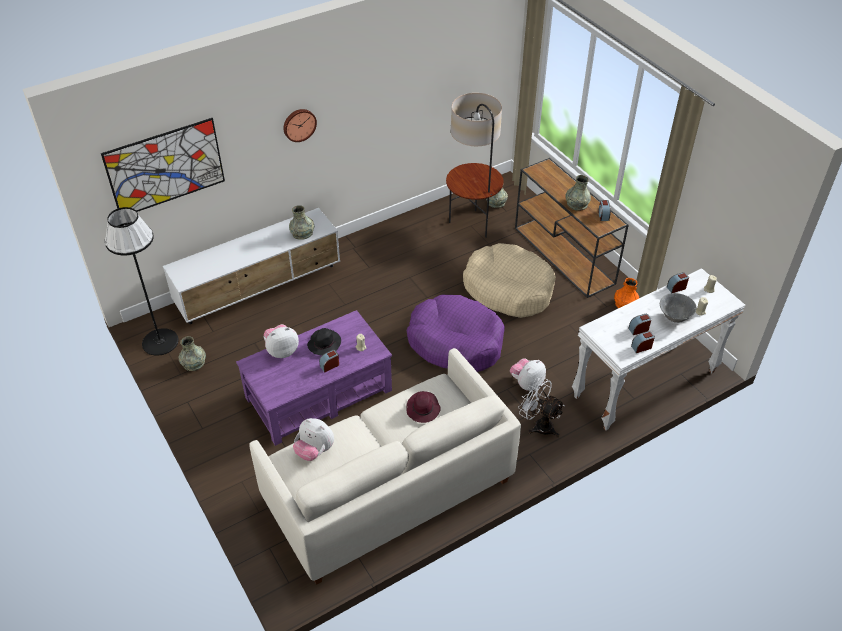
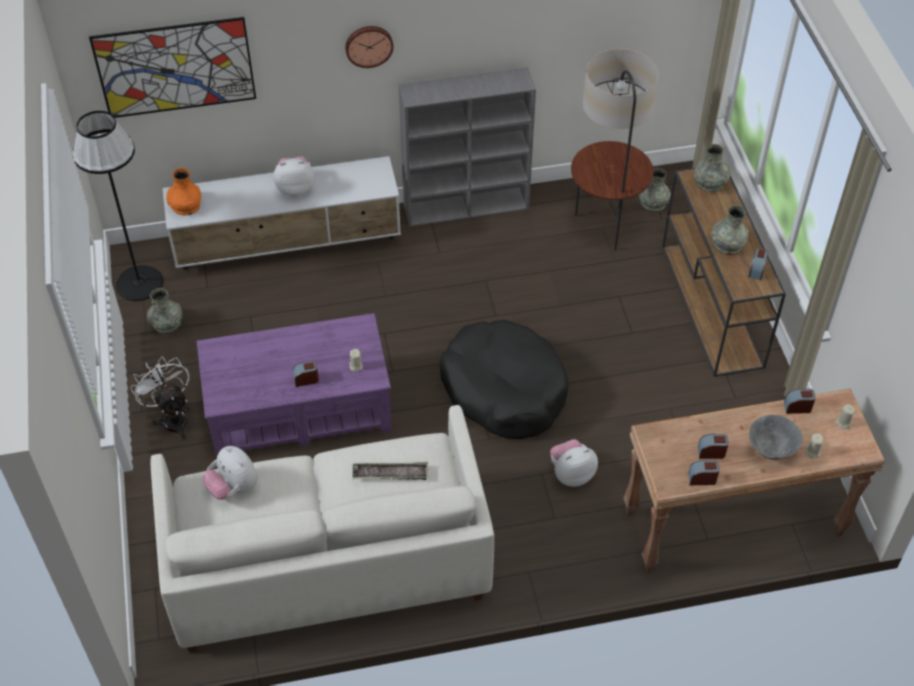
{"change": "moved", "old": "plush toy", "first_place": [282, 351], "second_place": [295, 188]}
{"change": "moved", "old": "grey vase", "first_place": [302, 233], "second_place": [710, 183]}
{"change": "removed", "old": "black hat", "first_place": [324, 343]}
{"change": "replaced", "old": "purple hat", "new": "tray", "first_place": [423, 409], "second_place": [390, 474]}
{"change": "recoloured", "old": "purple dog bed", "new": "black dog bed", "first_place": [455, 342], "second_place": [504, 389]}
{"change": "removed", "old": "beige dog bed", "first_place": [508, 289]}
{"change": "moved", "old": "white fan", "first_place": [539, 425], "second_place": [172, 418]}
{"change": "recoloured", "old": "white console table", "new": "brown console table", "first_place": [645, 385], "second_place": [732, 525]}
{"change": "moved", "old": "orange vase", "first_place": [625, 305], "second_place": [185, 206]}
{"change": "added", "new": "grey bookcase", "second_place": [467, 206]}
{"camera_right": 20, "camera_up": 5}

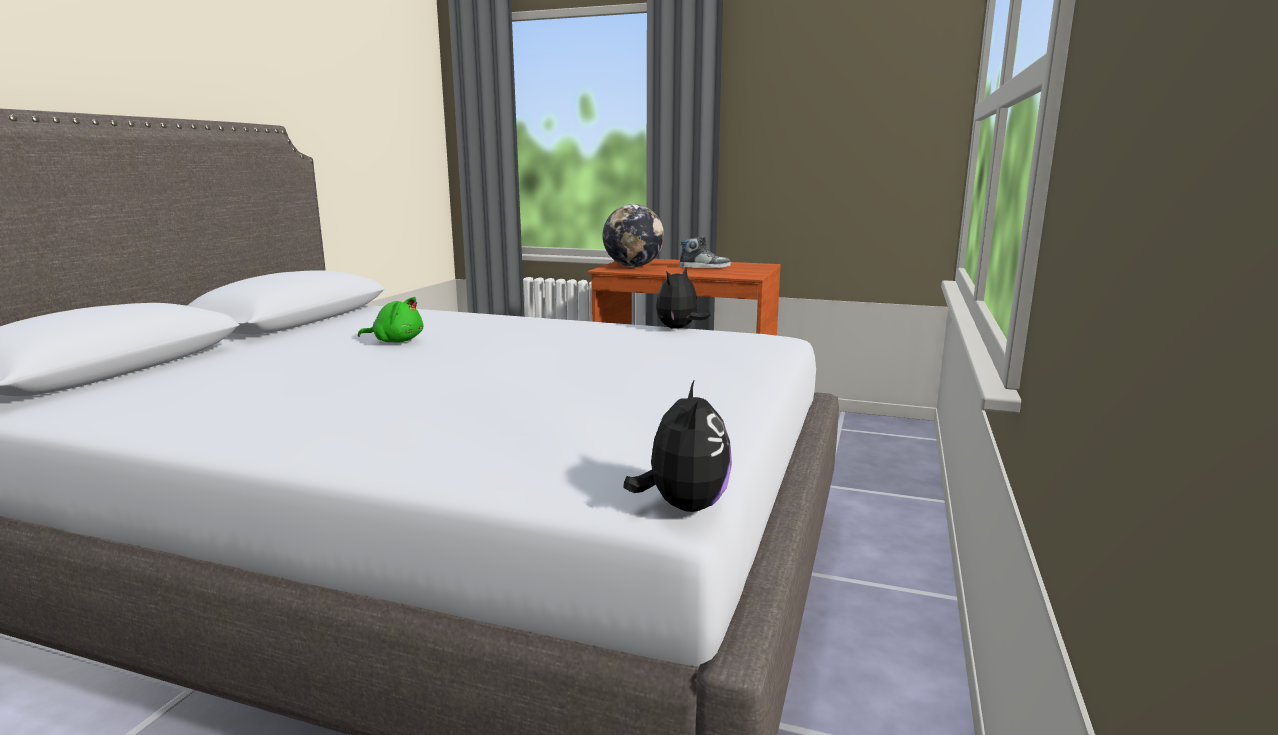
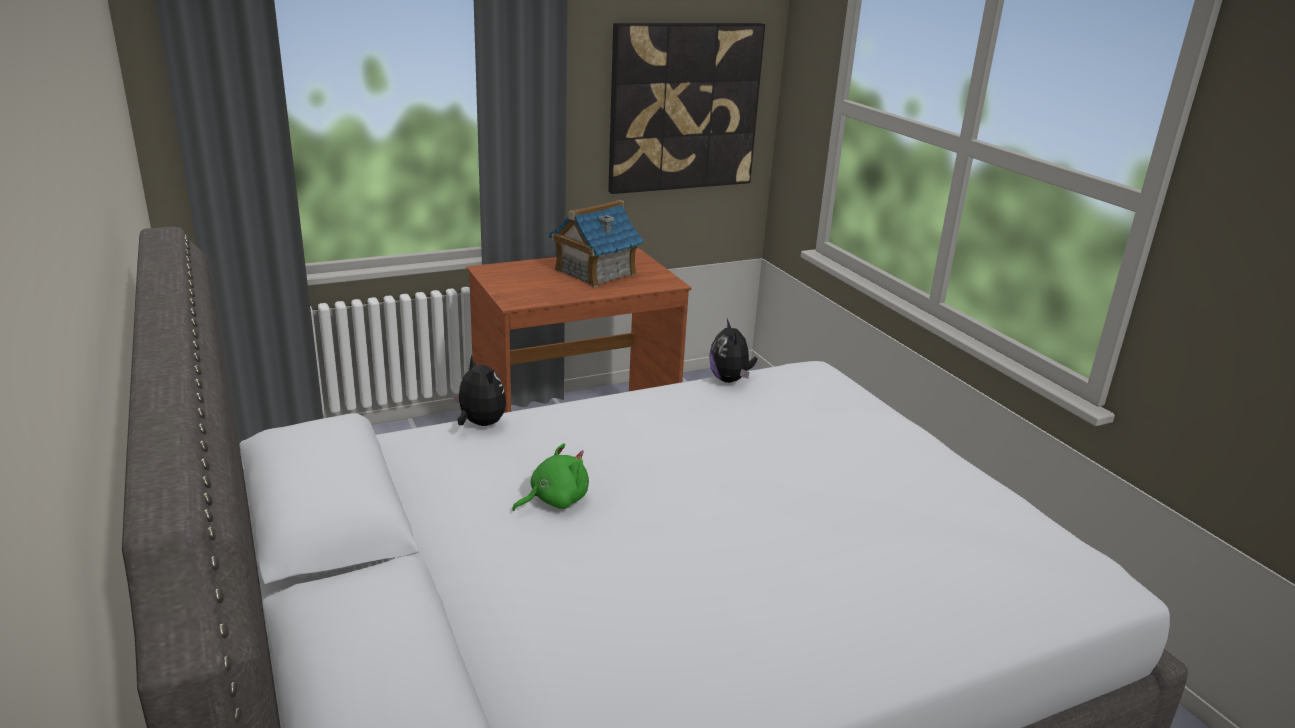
{"change": "removed", "old": "globe", "first_place": [633, 266]}
{"change": "moved", "old": "plush toy", "first_place": [683, 506], "second_place": [479, 424]}
{"change": "replaced", "old": "shoe", "new": "toy house", "first_place": [704, 267], "second_place": [594, 272]}
{"change": "added", "new": "picture", "second_place": [684, 107]}
{"camera_right": -45, "camera_up": 10}

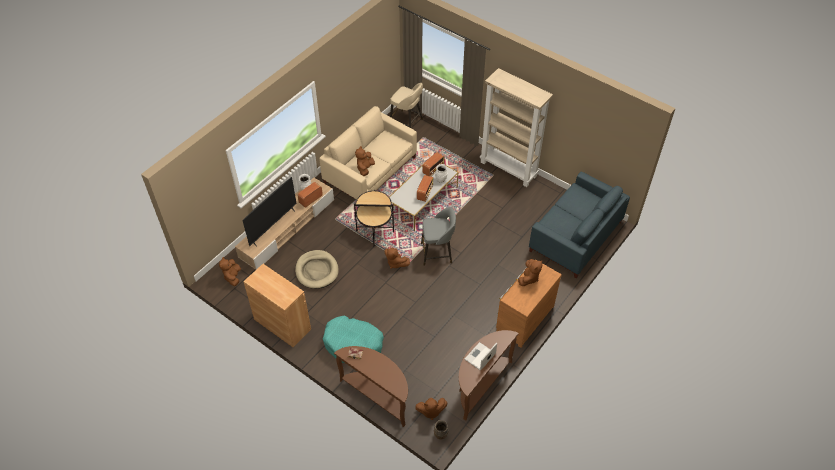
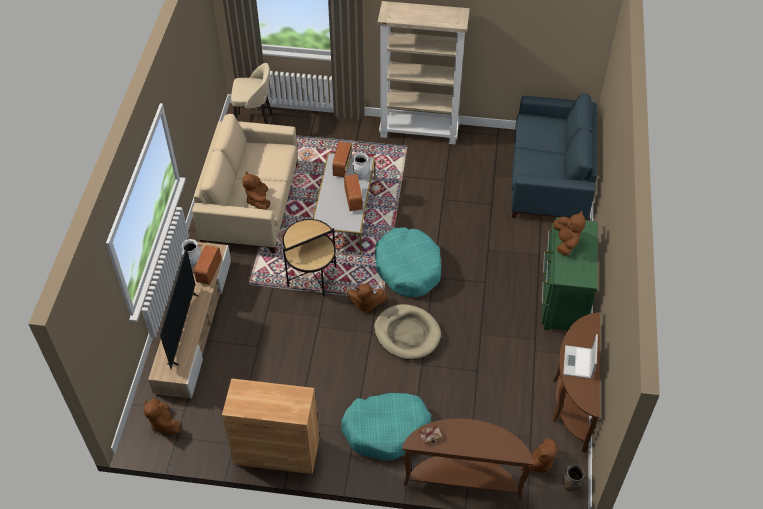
{"change": "moved", "old": "beige dog bed", "first_place": [317, 271], "second_place": [407, 334]}
{"change": "replaced", "old": "grey stool", "new": "turquoise dog bed", "first_place": [437, 253], "second_place": [408, 268]}
{"change": "recoloured", "old": "brown dresser", "new": "green dresser", "first_place": [523, 318], "second_place": [562, 298]}
{"camera_right": -30, "camera_up": 0}

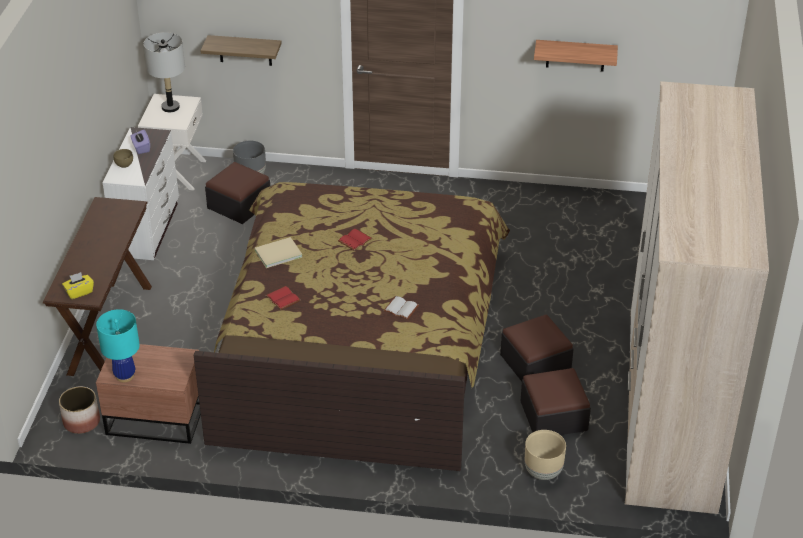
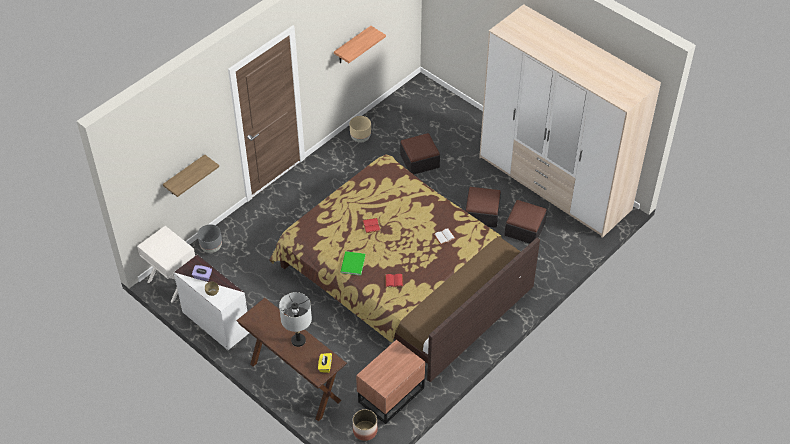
{"change": "removed", "old": "turquoise table lamp", "first_place": [125, 376]}
{"change": "moved", "old": "grey table lamp", "first_place": [170, 107], "second_place": [298, 340]}
{"change": "moved", "old": "ottoman", "first_place": [239, 205], "second_place": [419, 161]}
{"change": "recoloured", "old": "beige book", "new": "green book", "first_place": [276, 253], "second_place": [352, 264]}
{"change": "moved", "old": "beige planter", "first_place": [542, 472], "second_place": [360, 138]}
{"camera_right": -55, "camera_up": 10}

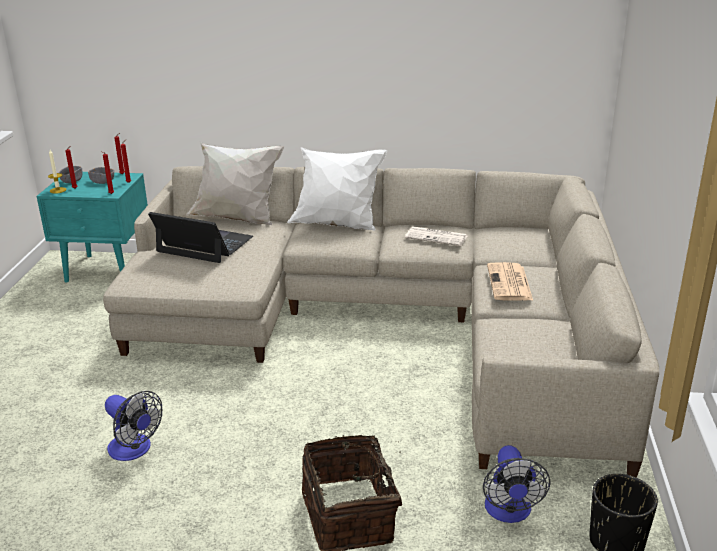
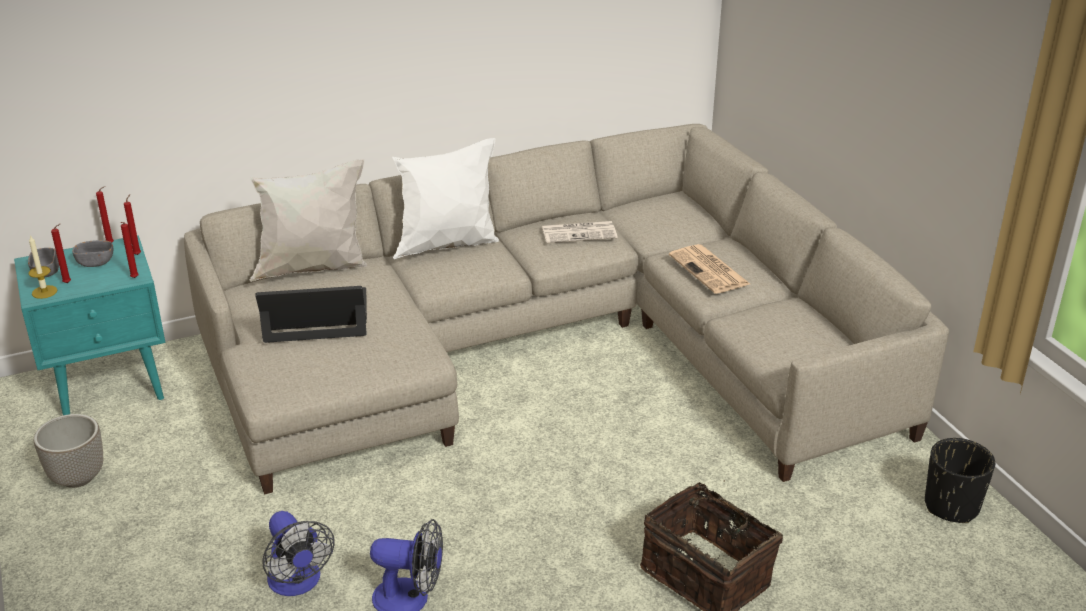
{"change": "moved", "old": "fan", "first_place": [509, 512], "second_place": [297, 583]}
{"change": "added", "new": "planter", "second_place": [77, 477]}
{"camera_right": -30, "camera_up": 5}

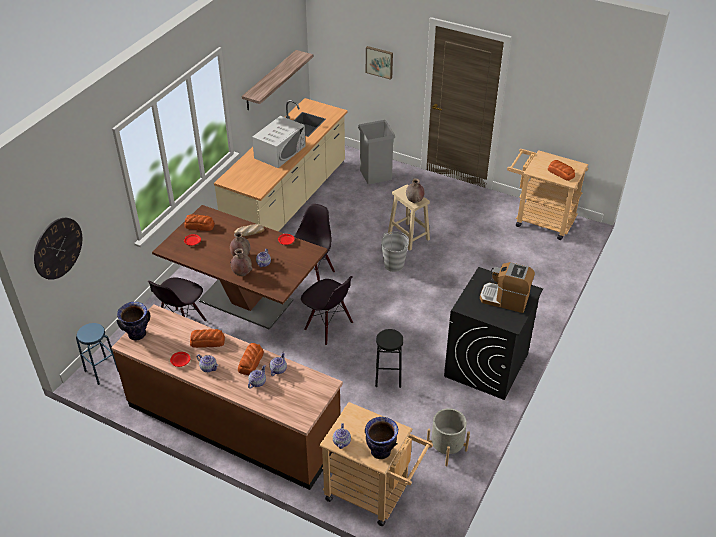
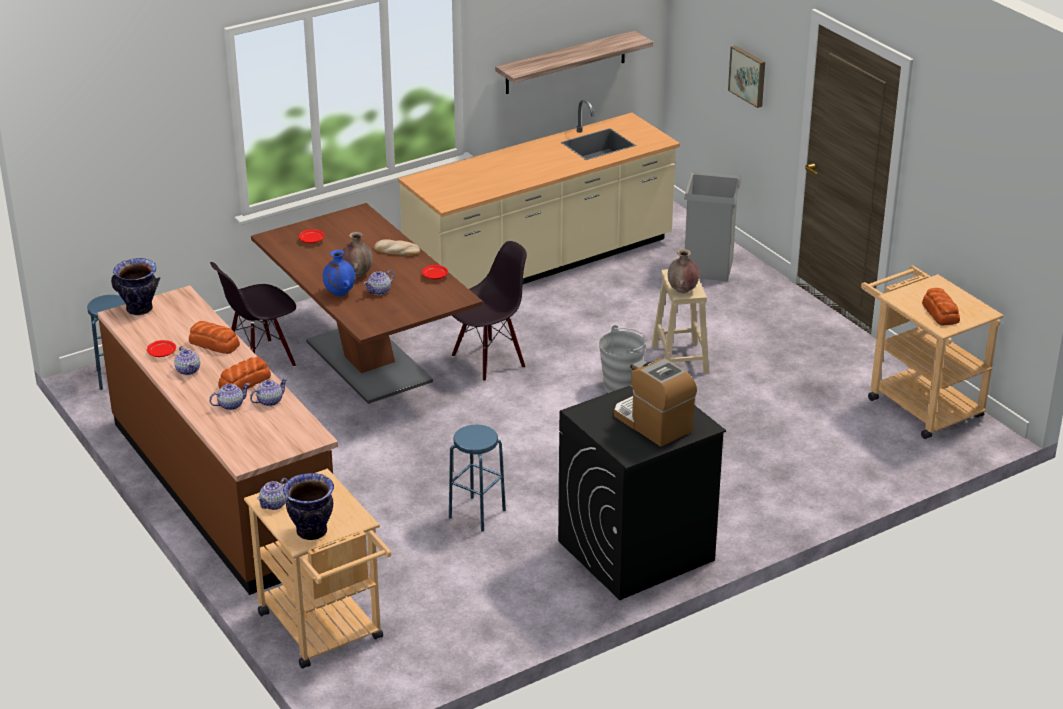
{"change": "removed", "old": "wall clock", "first_place": [58, 248]}
{"change": "removed", "old": "bread", "first_place": [199, 226]}
{"change": "recoloured", "old": "brown vase", "new": "blue vase", "first_place": [242, 273], "second_place": [339, 293]}
{"change": "removed", "old": "white microwave", "first_place": [280, 152]}
{"change": "removed", "old": "black chair", "first_place": [328, 327]}
{"change": "recoloured", "old": "black stool", "new": "blue stool", "first_place": [388, 377], "second_place": [477, 513]}
{"change": "removed", "old": "grey planter", "first_place": [446, 449]}
{"camera_right": 30, "camera_up": -10}

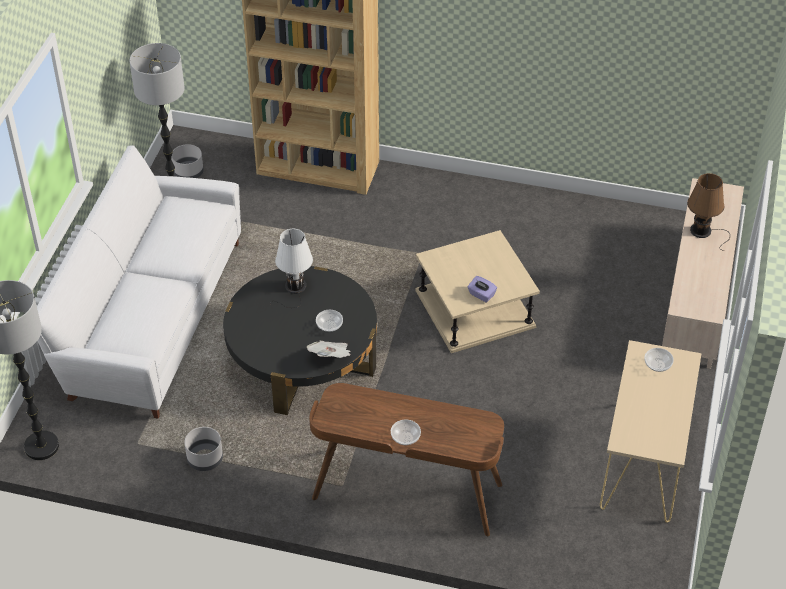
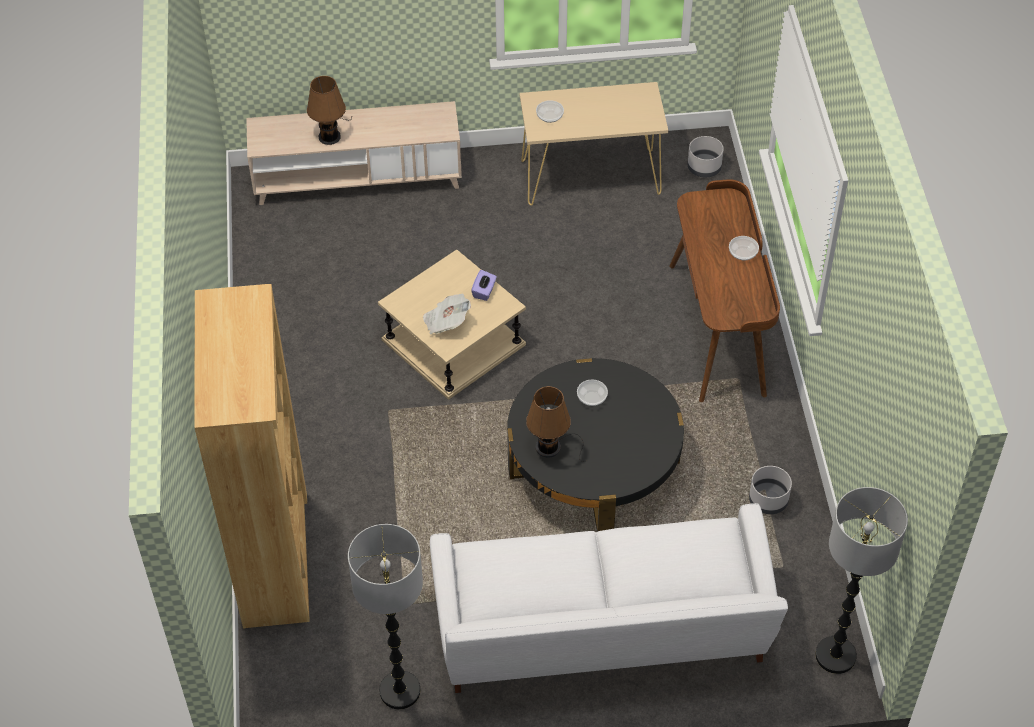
{"change": "moved", "old": "grey planter", "first_place": [189, 173], "second_place": [704, 167]}
{"change": "recoloured", "old": "white table lamp", "new": "brown table lamp", "first_place": [294, 288], "second_place": [551, 447]}
{"change": "moved", "old": "newspaper", "first_place": [331, 357], "second_place": [446, 322]}
{"camera_right": -110, "camera_up": 5}

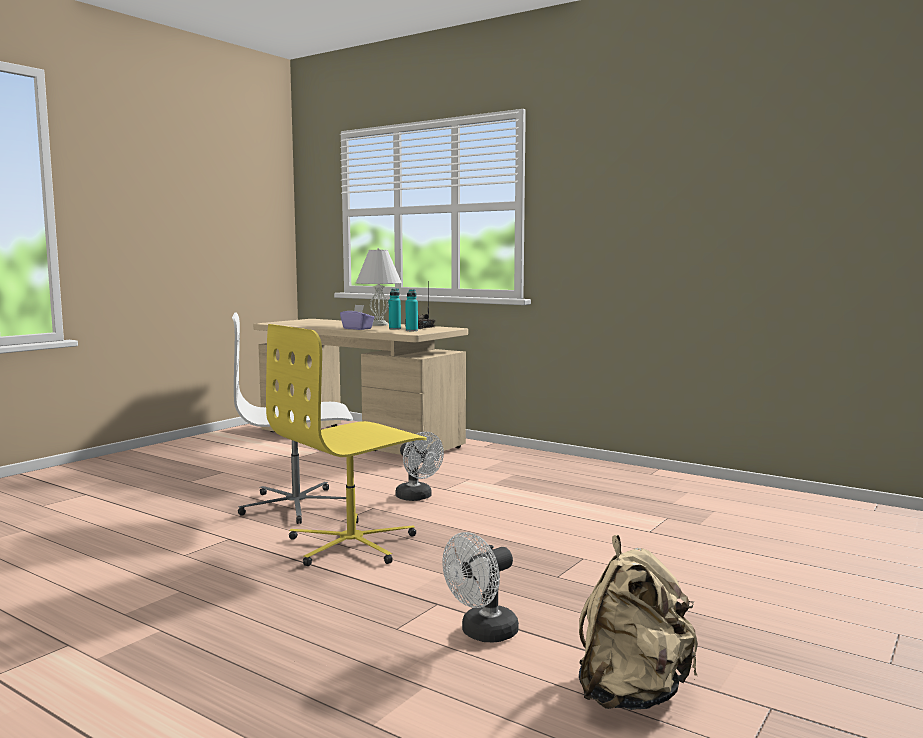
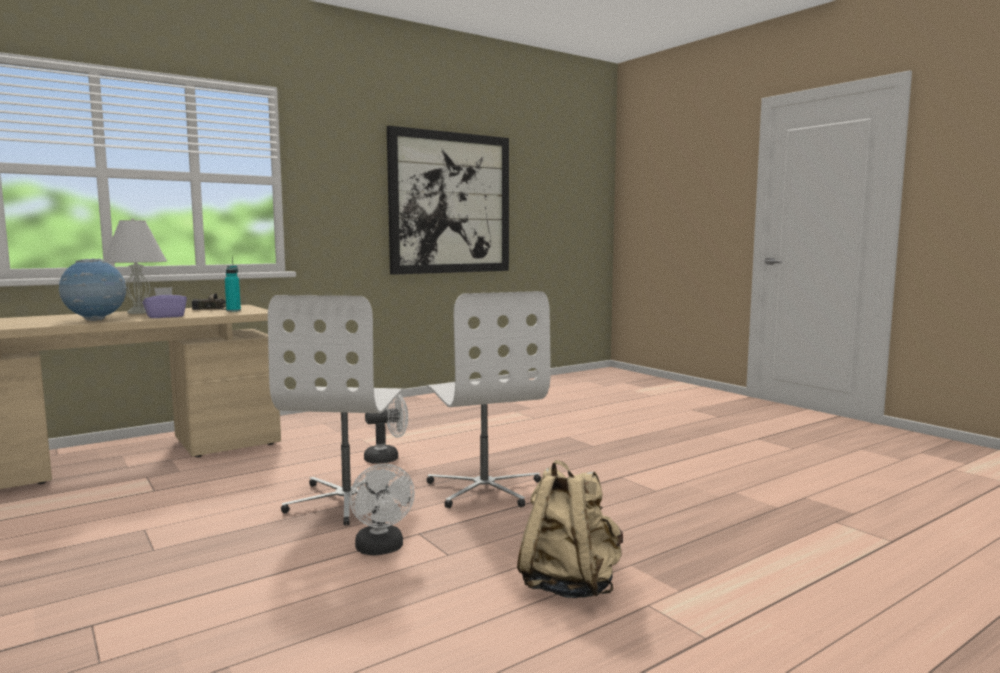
{"change": "recoloured", "old": "yellow office chair", "new": "white office chair", "first_place": [352, 544], "second_place": [485, 488]}
{"change": "removed", "old": "turquoise bottle", "first_place": [394, 329]}
{"change": "moved", "old": "white fan", "first_place": [482, 634], "second_place": [381, 549]}
{"change": "moved", "old": "beige backpack", "first_place": [631, 694], "second_place": [569, 585]}
{"change": "added", "new": "globe", "second_place": [96, 321]}
{"change": "added", "new": "picture", "second_place": [450, 203]}
{"camera_right": -70, "camera_up": 0}

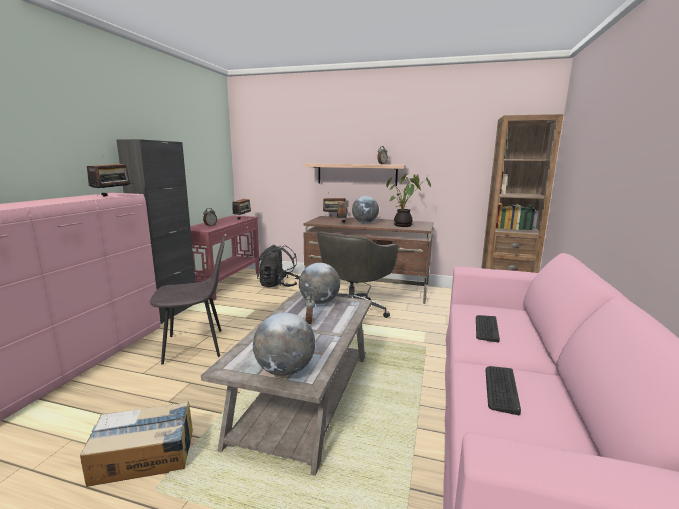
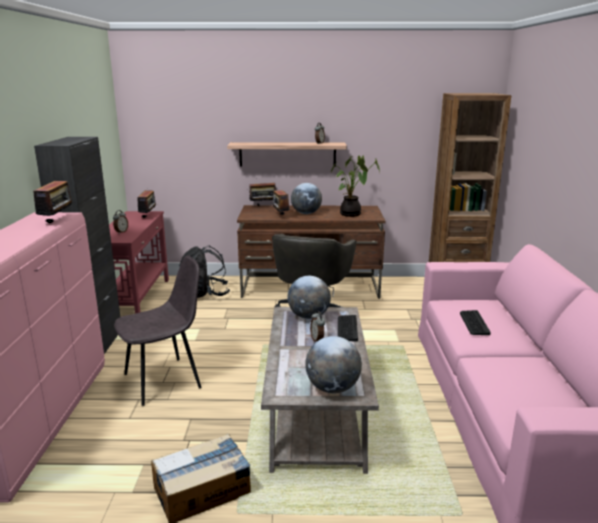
{"change": "moved", "old": "keyboard", "first_place": [501, 389], "second_place": [347, 328]}
{"camera_right": -15, "camera_up": 5}

